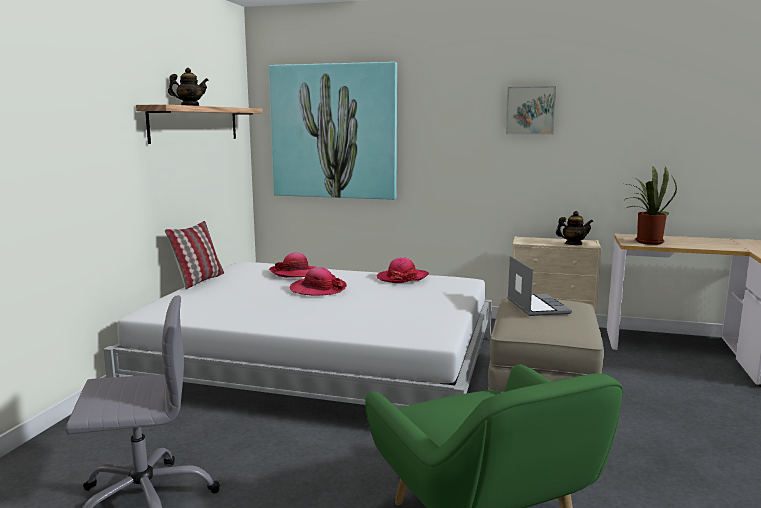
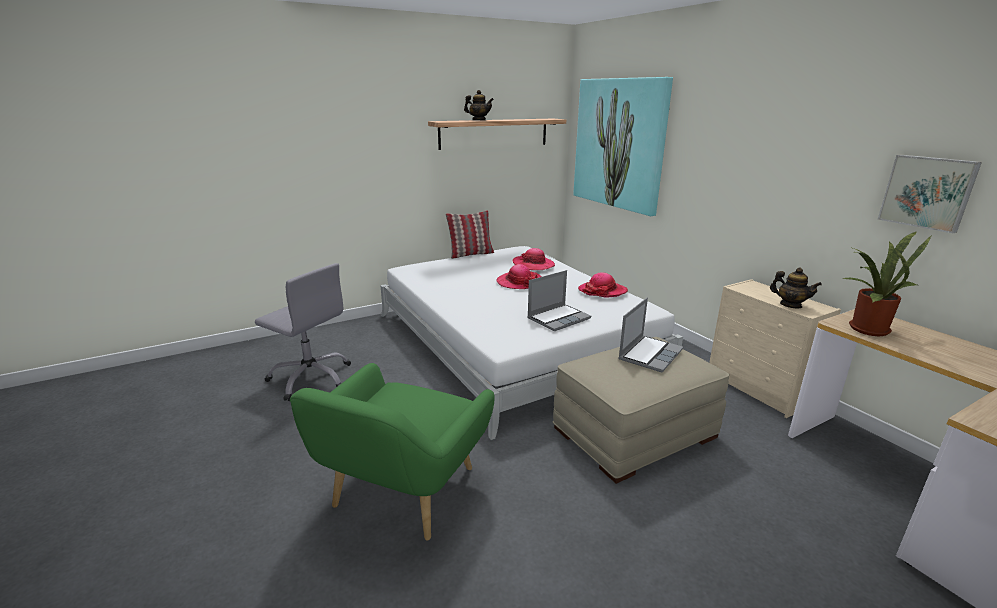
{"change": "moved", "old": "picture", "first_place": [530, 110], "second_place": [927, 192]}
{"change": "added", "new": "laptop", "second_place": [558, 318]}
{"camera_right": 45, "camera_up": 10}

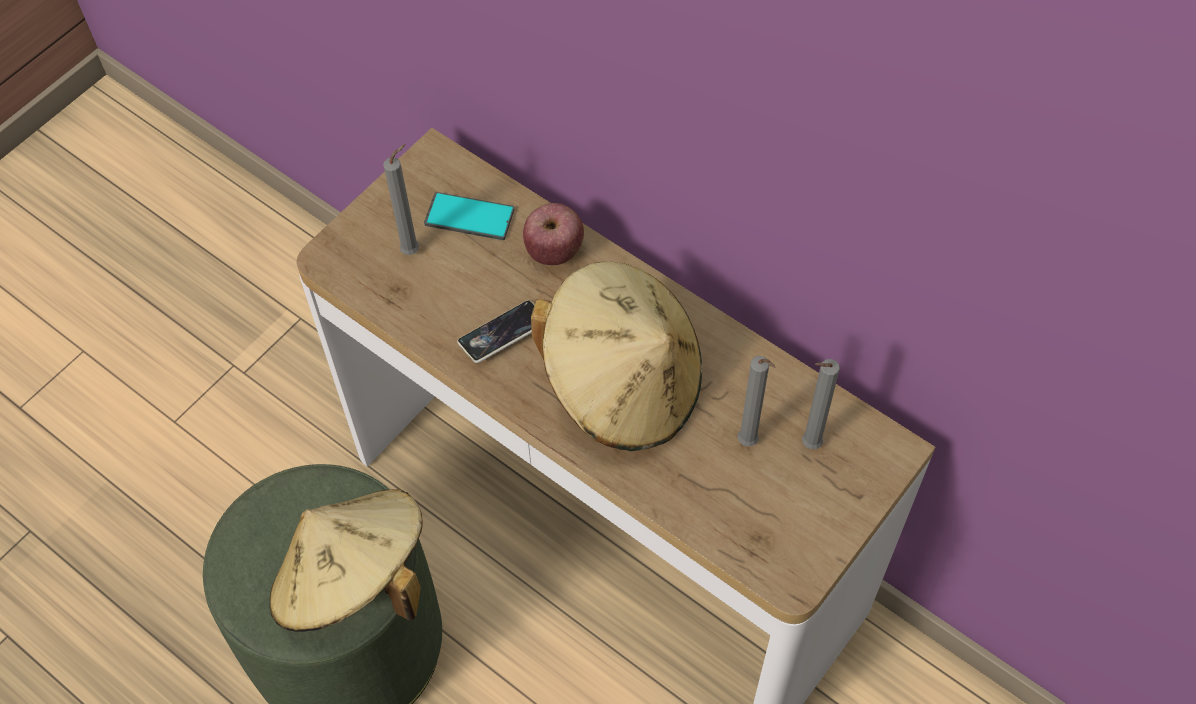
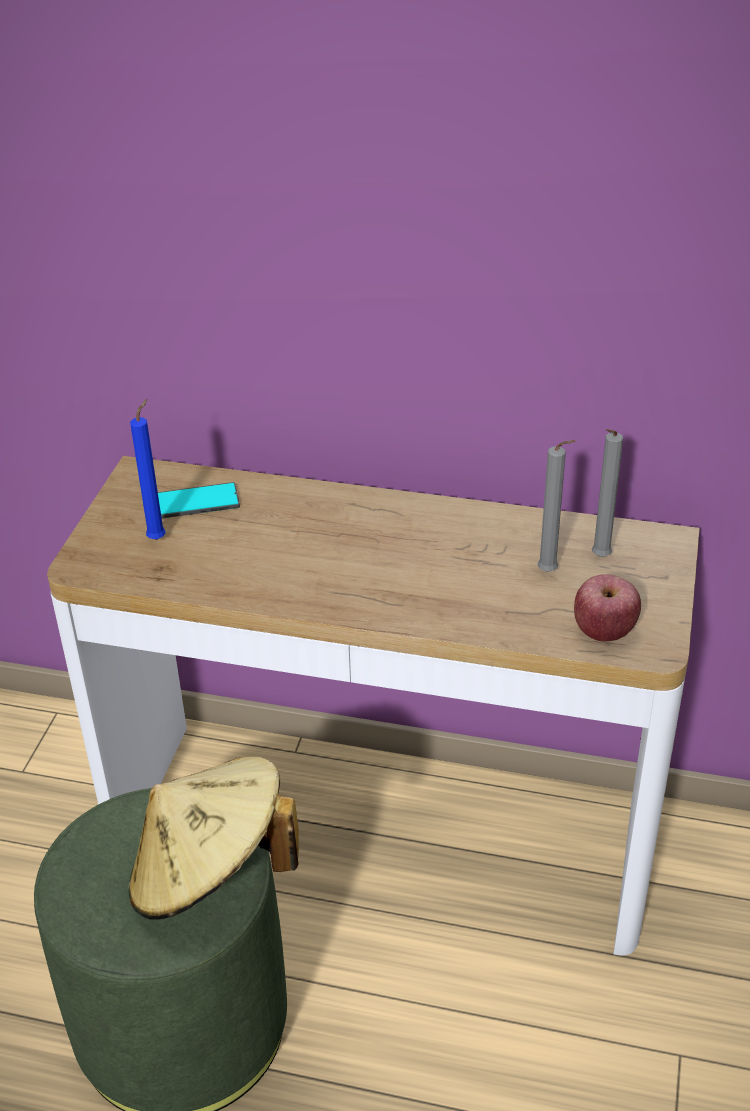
{"change": "recoloured", "old": "grey candle", "new": "blue candle", "first_place": [413, 250], "second_place": [159, 537]}
{"change": "removed", "old": "phone", "first_place": [503, 334]}
{"change": "moved", "old": "apple", "first_place": [554, 251], "second_place": [604, 631]}
{"change": "removed", "old": "beige hat", "first_place": [623, 384]}
{"camera_right": -25, "camera_up": -20}

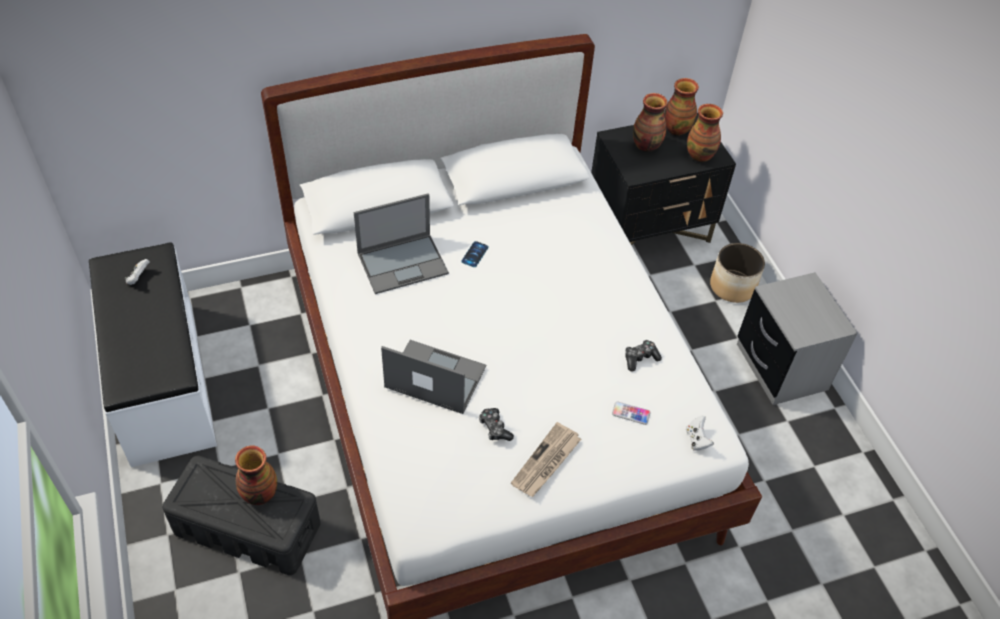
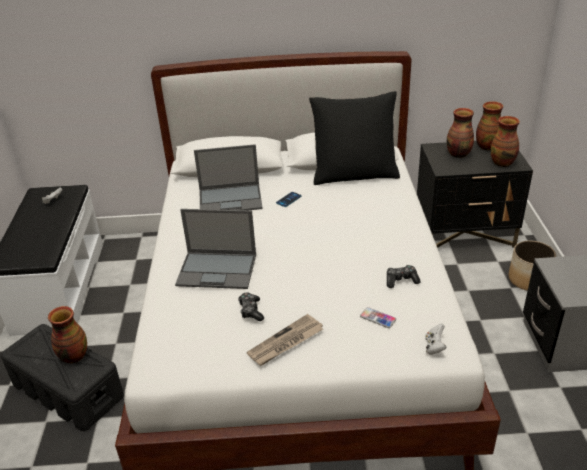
{"change": "turned", "old": "laptop", "first_place": [434, 377], "second_place": [218, 270], "degrees": 150}
{"change": "added", "new": "black pillow", "second_place": [354, 174]}
{"camera_right": 20, "camera_up": -15}

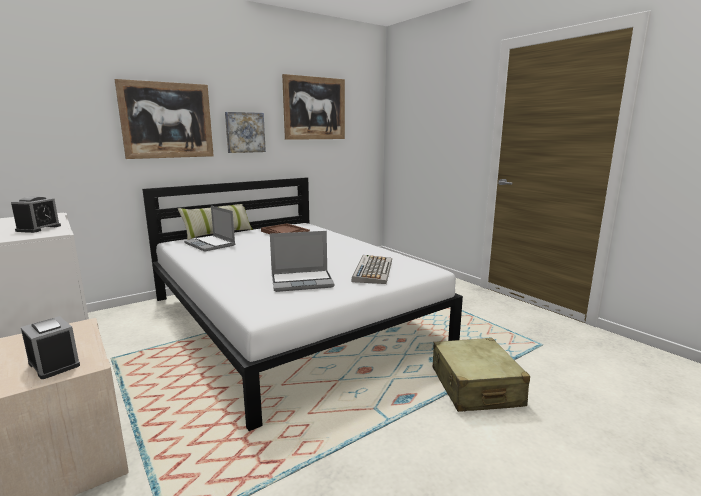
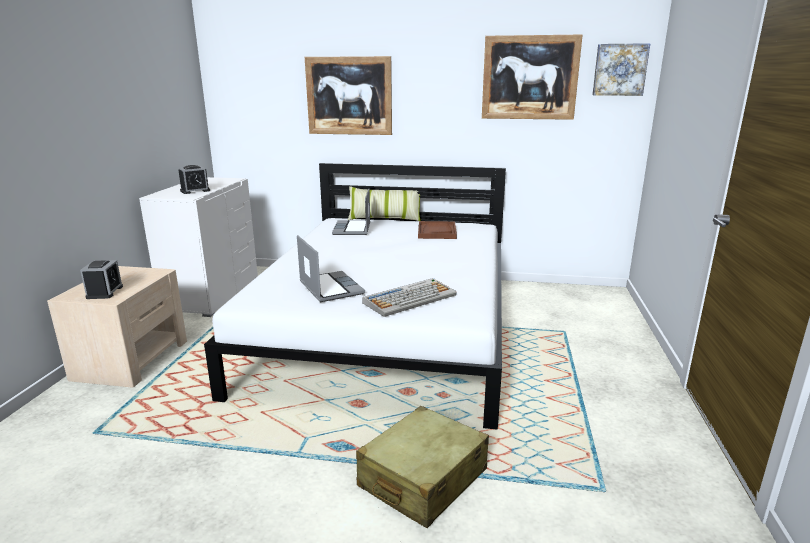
{"change": "moved", "old": "picture", "first_place": [245, 132], "second_place": [619, 70]}
{"change": "turned", "old": "laptop", "first_place": [302, 281], "second_place": [329, 288], "degrees": -150}
{"camera_right": 45, "camera_up": 5}

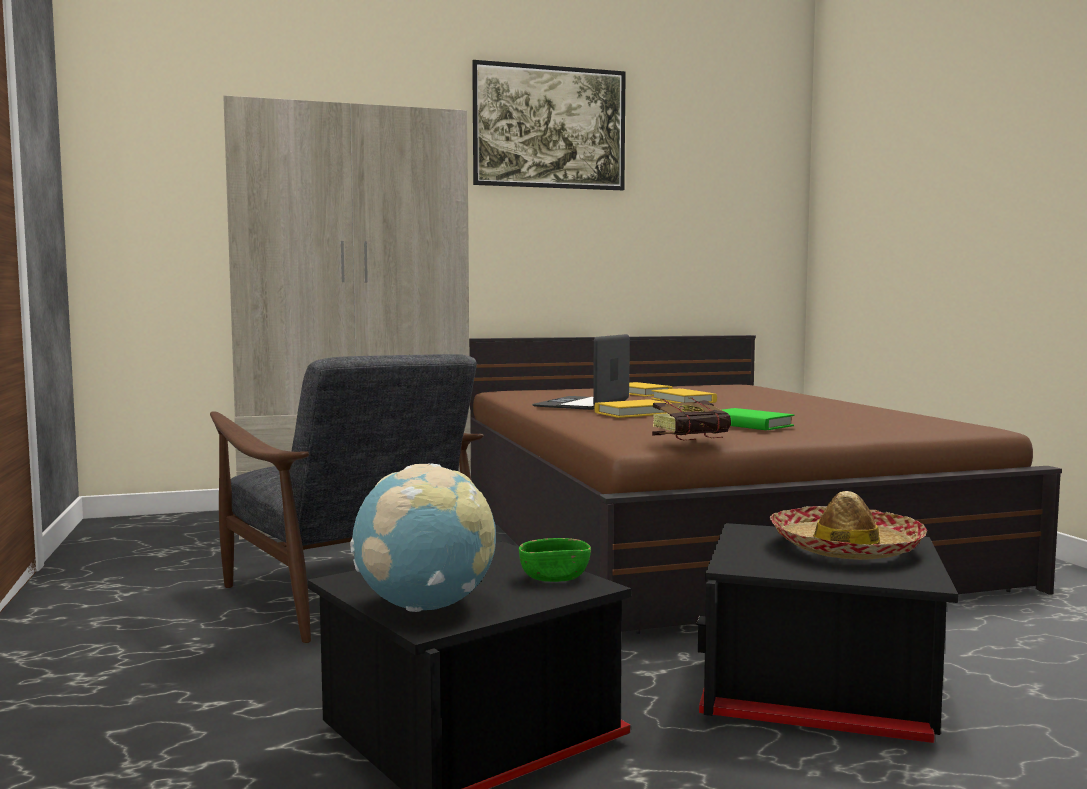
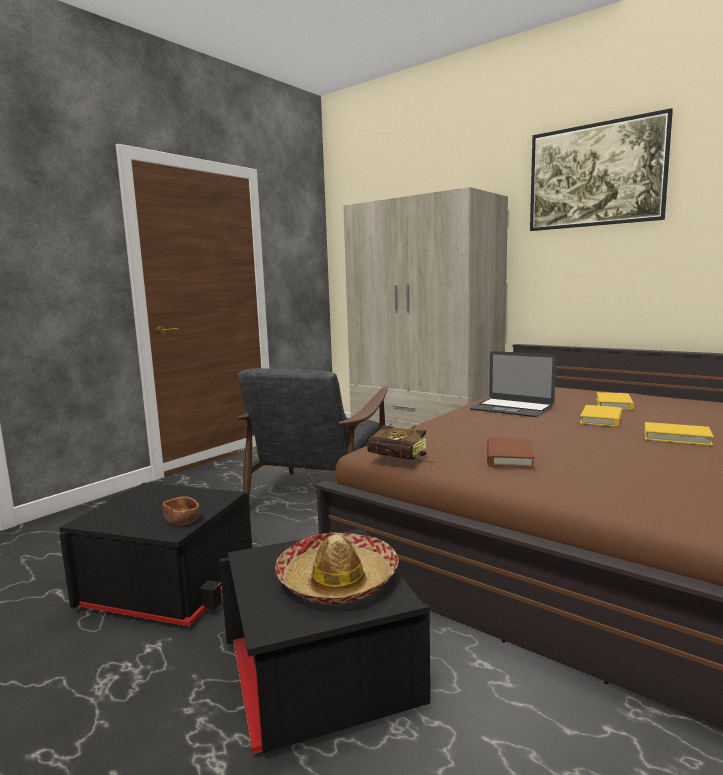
{"change": "removed", "old": "globe", "first_place": [426, 607]}
{"change": "recoloured", "old": "green bowl", "new": "brown bowl", "first_place": [555, 578], "second_place": [182, 521]}
{"change": "turned", "old": "laptop", "first_place": [582, 404], "second_place": [512, 408], "degrees": -135}
{"change": "moved", "old": "yellow book", "first_place": [633, 413], "second_place": [676, 437]}
{"change": "recoloured", "old": "green book", "new": "brown book", "first_place": [748, 424], "second_place": [509, 456]}
{"camera_right": 55, "camera_up": 5}

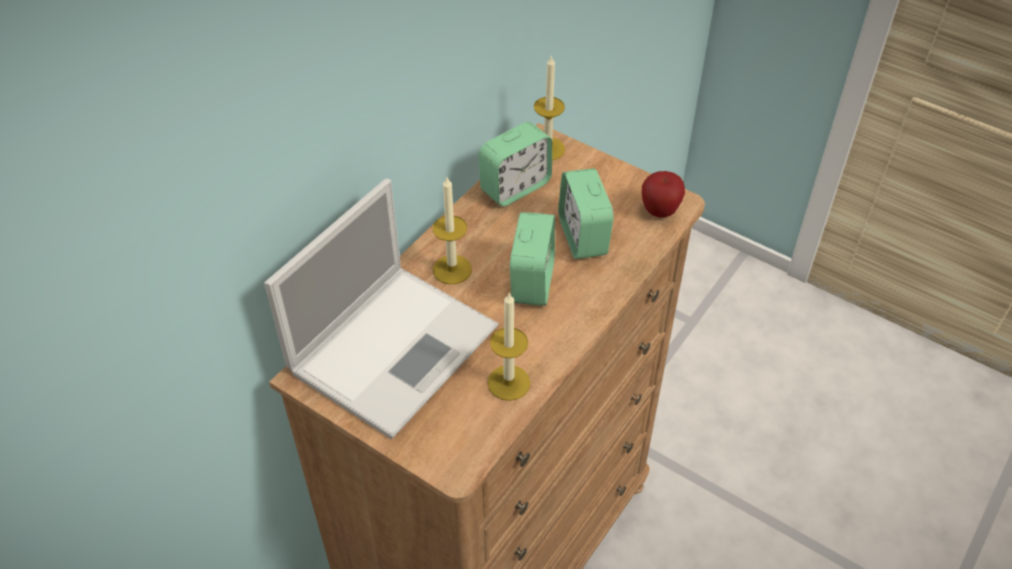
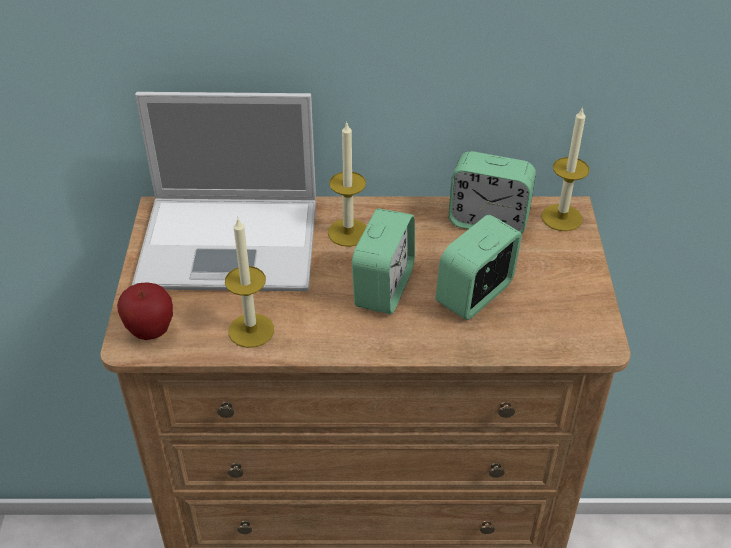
{"change": "turned", "old": "alarm clock", "first_place": [532, 281], "second_place": [383, 288], "degrees": -45}
{"change": "moved", "old": "apple", "first_place": [659, 211], "second_place": [150, 331]}
{"camera_right": 55, "camera_up": -5}

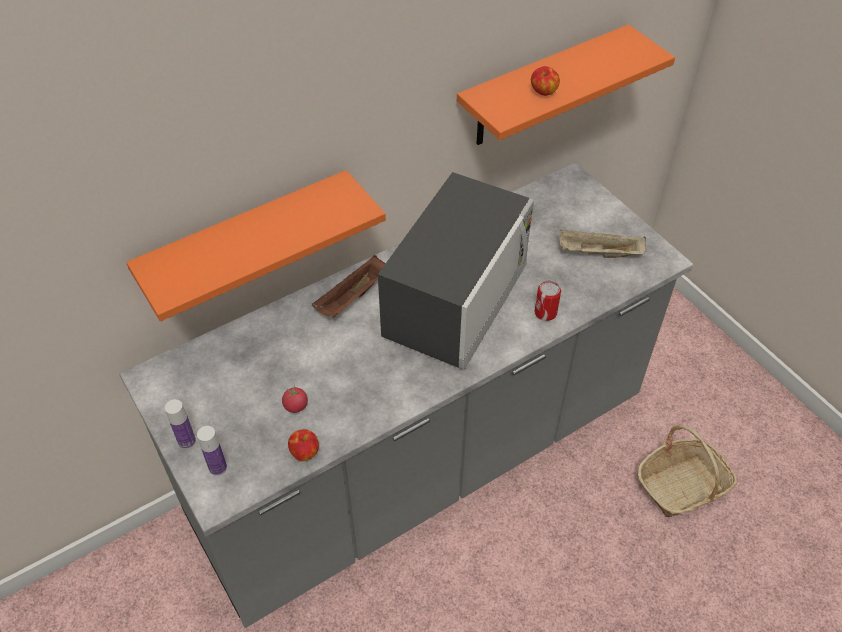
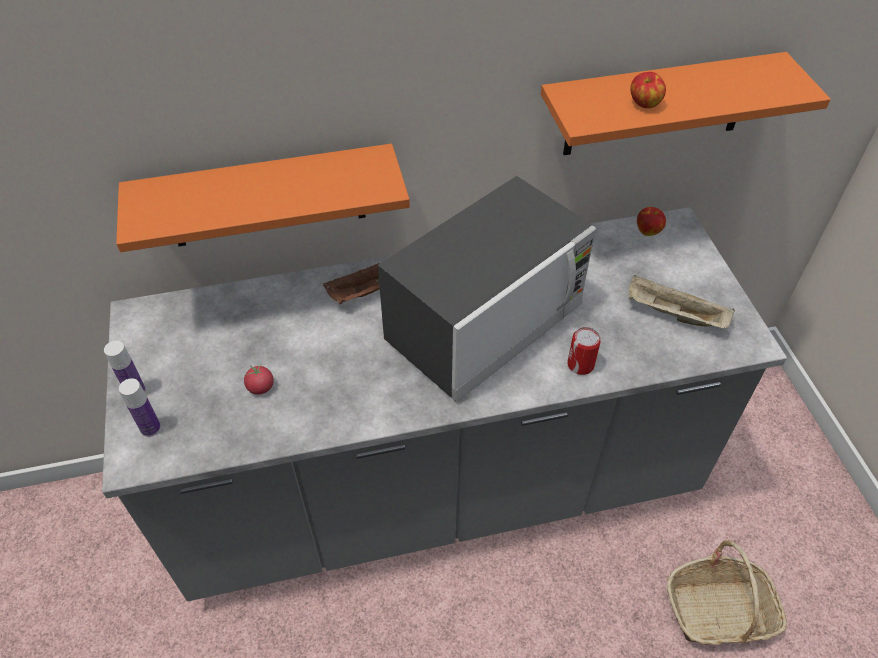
{"change": "moved", "old": "apple", "first_place": [305, 452], "second_place": [648, 231]}
{"camera_right": 20, "camera_up": 0}

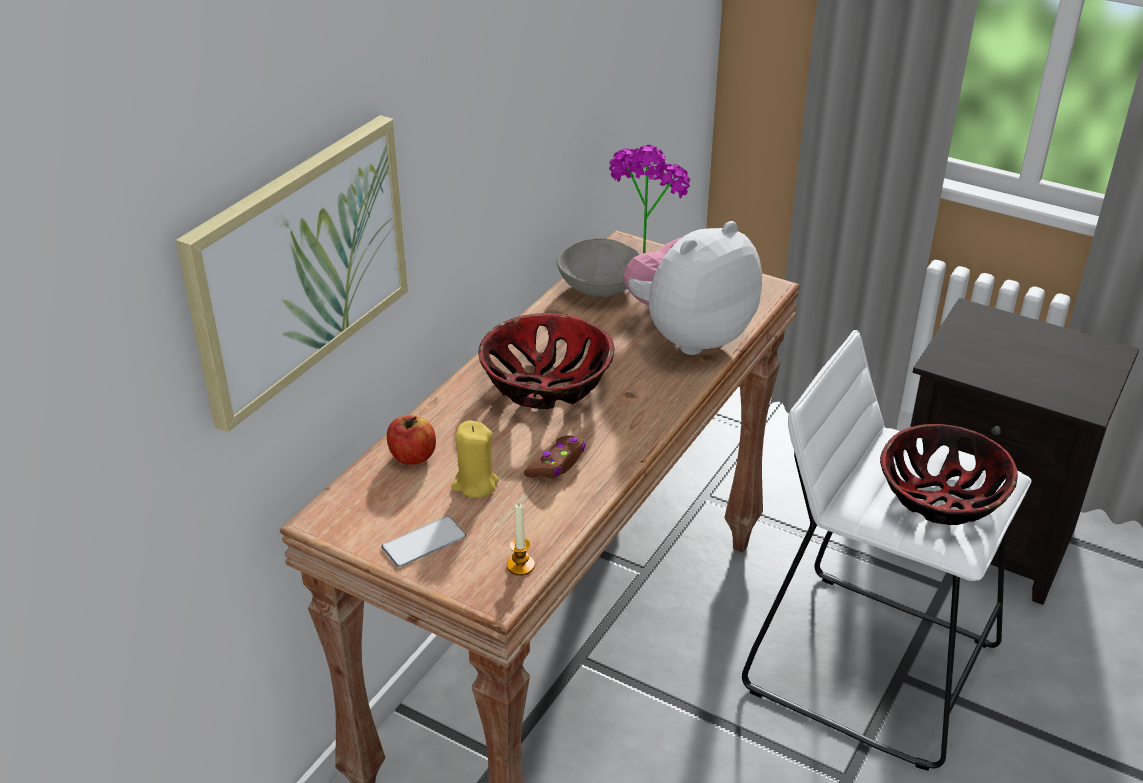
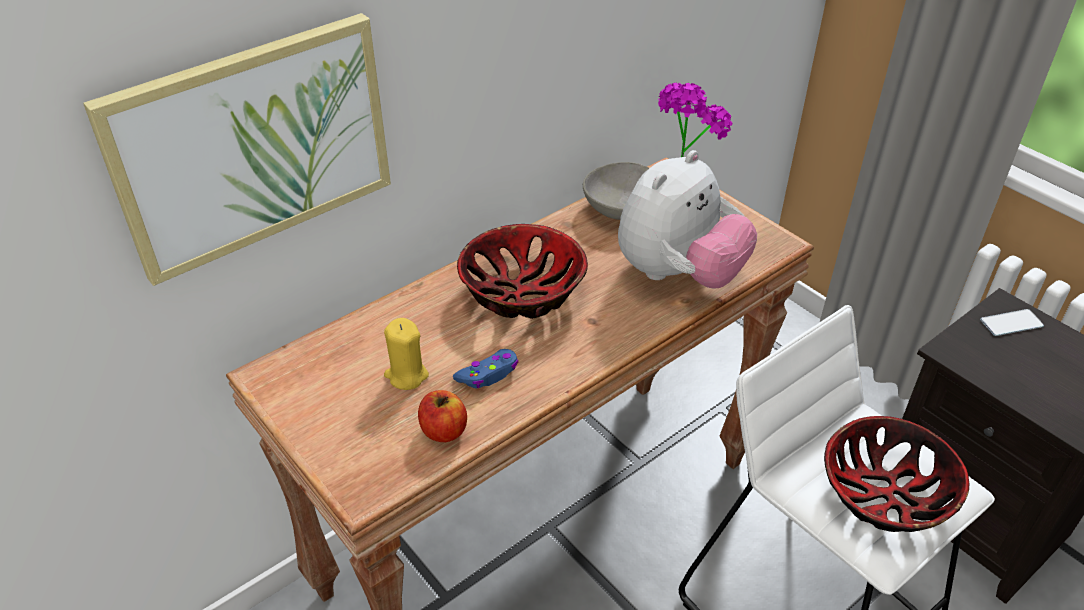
{"change": "moved", "old": "phone", "first_place": [424, 542], "second_place": [1011, 323]}
{"change": "moved", "old": "apple", "first_place": [412, 456], "second_place": [443, 431]}
{"change": "removed", "old": "candle", "first_place": [520, 565]}
{"change": "recoloured", "old": "brown game controller", "new": "blue game controller", "first_place": [557, 464], "second_place": [488, 374]}
{"change": "turned", "old": "plush toy", "first_place": [689, 336], "second_place": [679, 275], "degrees": 150}
{"camera_right": 20, "camera_up": 5}

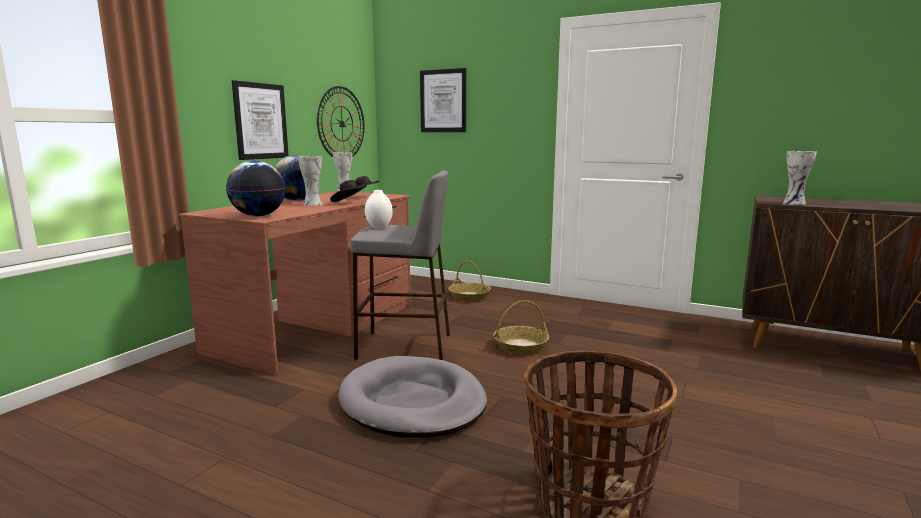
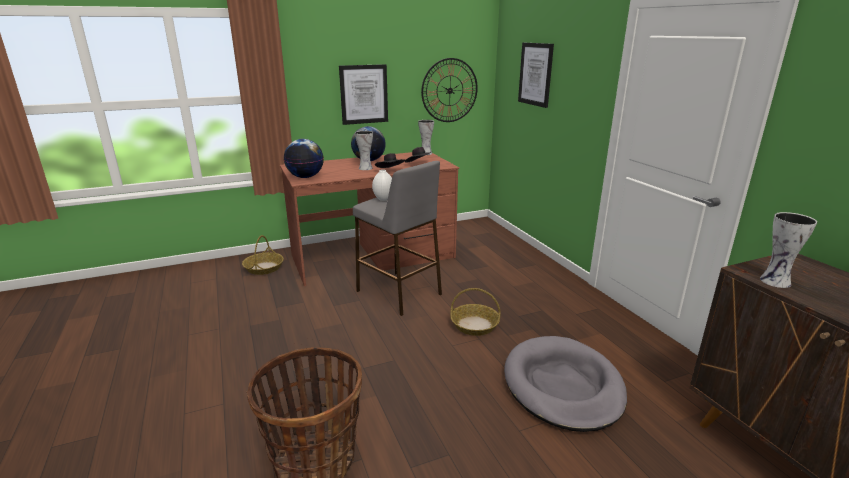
{"change": "moved", "old": "grey dog bed", "first_place": [412, 402], "second_place": [562, 386]}
{"change": "moved", "old": "basket", "first_place": [469, 296], "second_place": [264, 268]}
{"camera_right": 40, "camera_up": 10}

